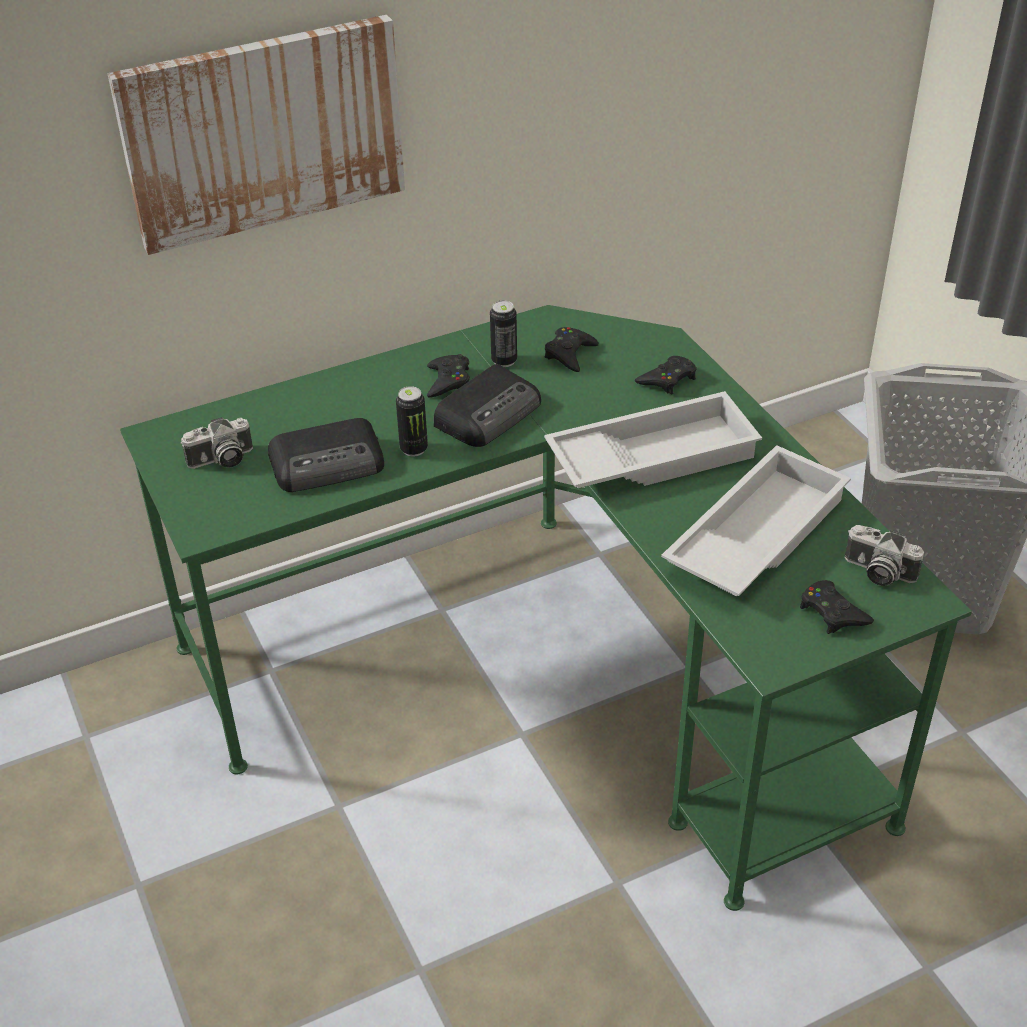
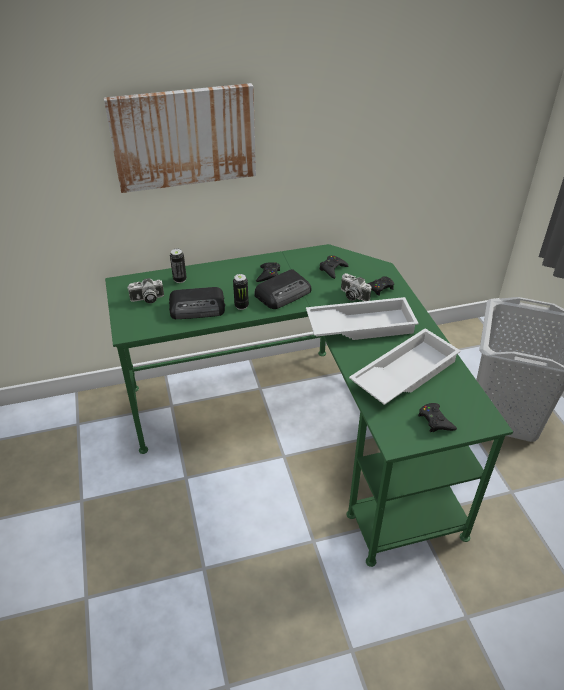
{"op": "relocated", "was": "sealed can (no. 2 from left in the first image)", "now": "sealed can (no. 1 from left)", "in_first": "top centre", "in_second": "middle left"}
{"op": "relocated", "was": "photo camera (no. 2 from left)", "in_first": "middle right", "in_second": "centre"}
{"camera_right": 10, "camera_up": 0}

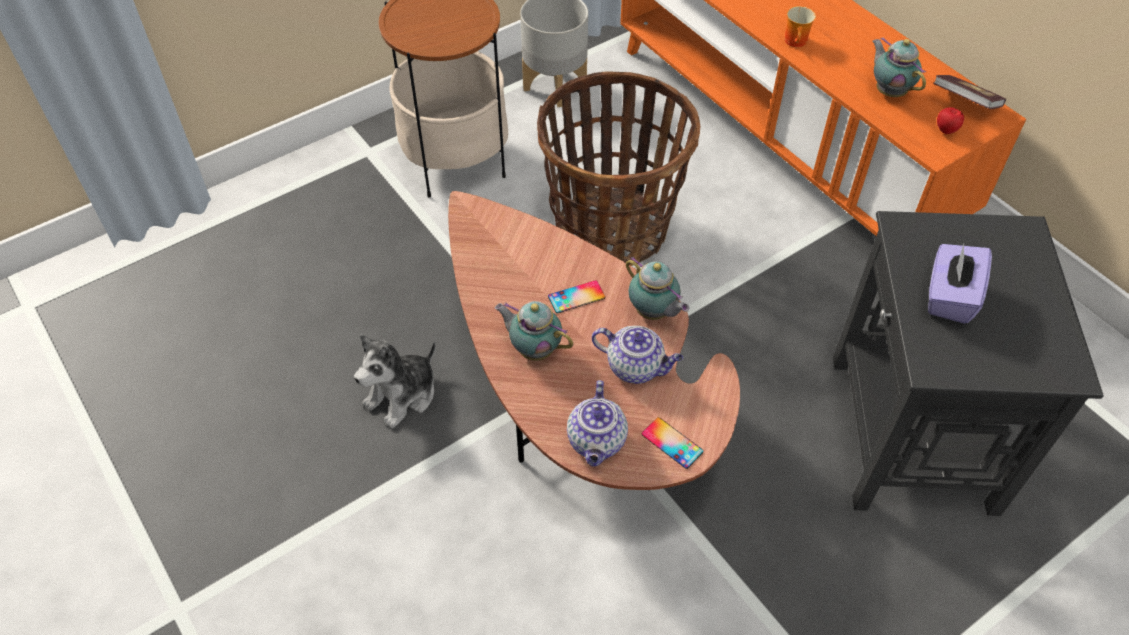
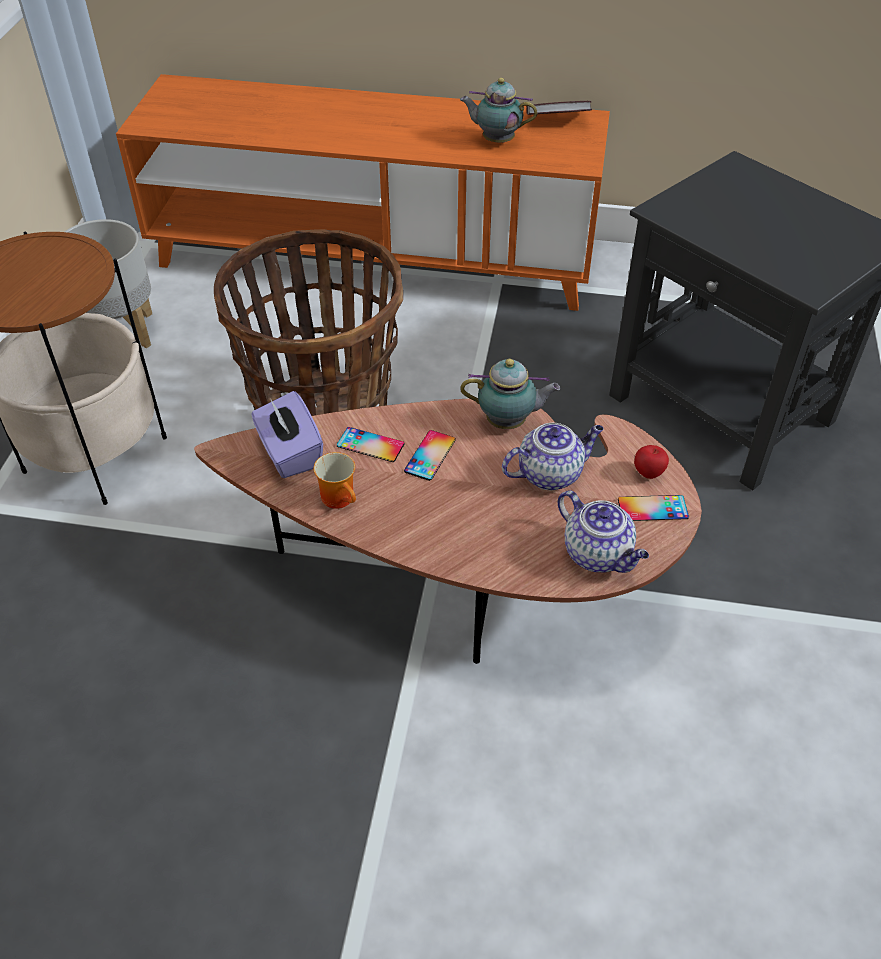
{"op": "relocated", "was": "tissue holder (purple-coloured)", "in_first": "middle right", "in_second": "middle left"}
{"op": "relocated", "was": "coffee mug", "in_first": "top right", "in_second": "centre"}
{"op": "appeared", "now": "handset (no. 1 from left)", "in_second": "centre"}
{"op": "relocated", "was": "apple", "in_first": "top right", "in_second": "middle right"}
{"op": "missing", "was": "cuddly toy", "in_first": "centre"}
{"op": "missing", "was": "pot for tea (no. 1 from left)", "in_first": "centre"}
{"camera_right": -45, "camera_up": -5}

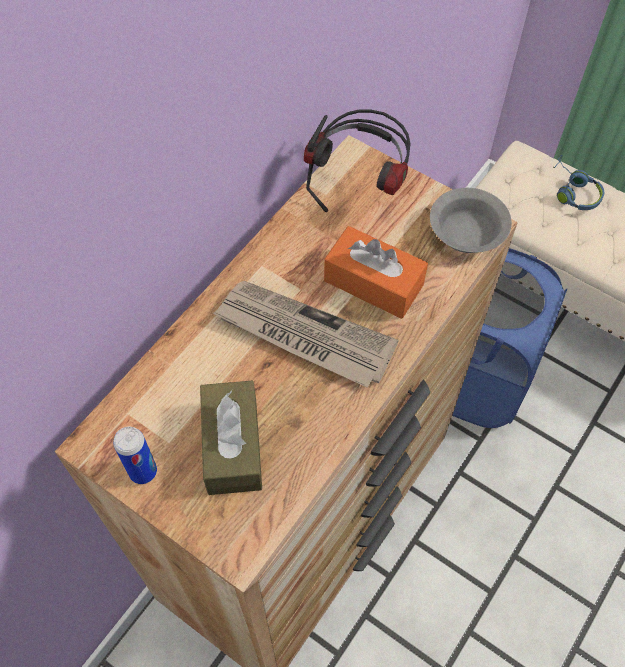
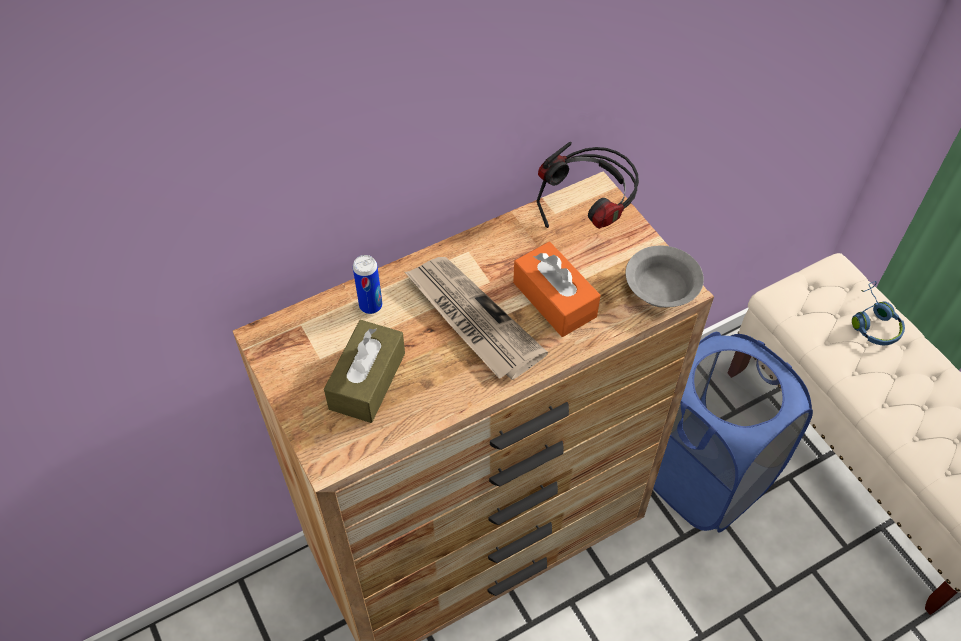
{"op": "relocated", "was": "sealed can", "in_first": "bottom left", "in_second": "centre"}
{"camera_right": 25, "camera_up": -5}

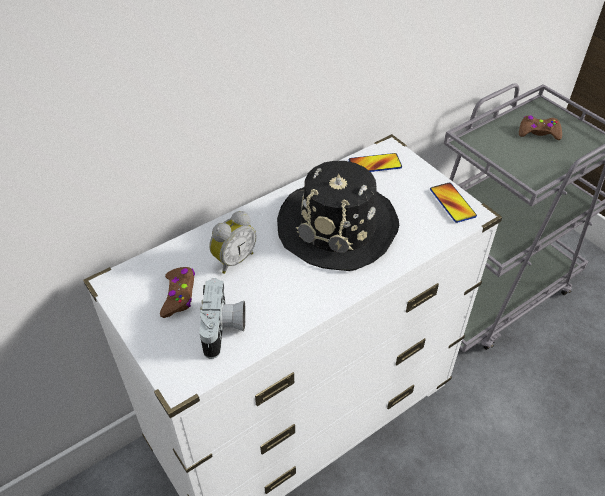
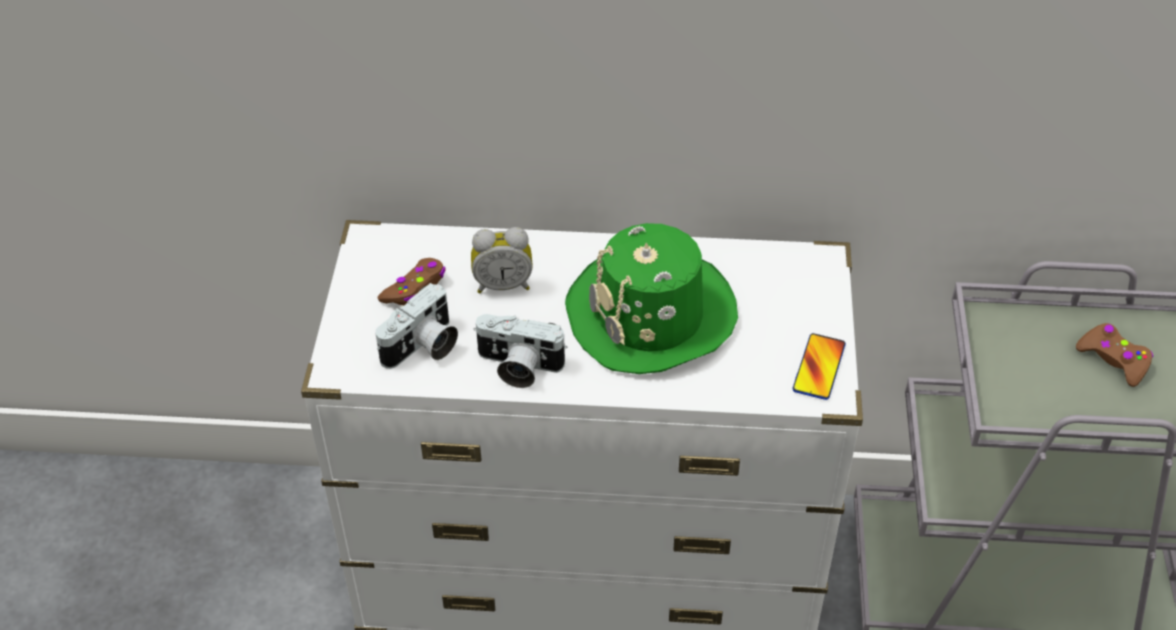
{"op": "appeared", "now": "photo camera (no. 2 from left)", "in_second": "centre"}
{"op": "colour", "was": "wearable hat (blackish)", "now": "wearable hat (green-coloured)", "in_first": "centre", "in_second": "centre"}
{"op": "missing", "was": "handset (no. 1 from left)", "in_first": "top centre"}
{"camera_right": 40, "camera_up": 0}

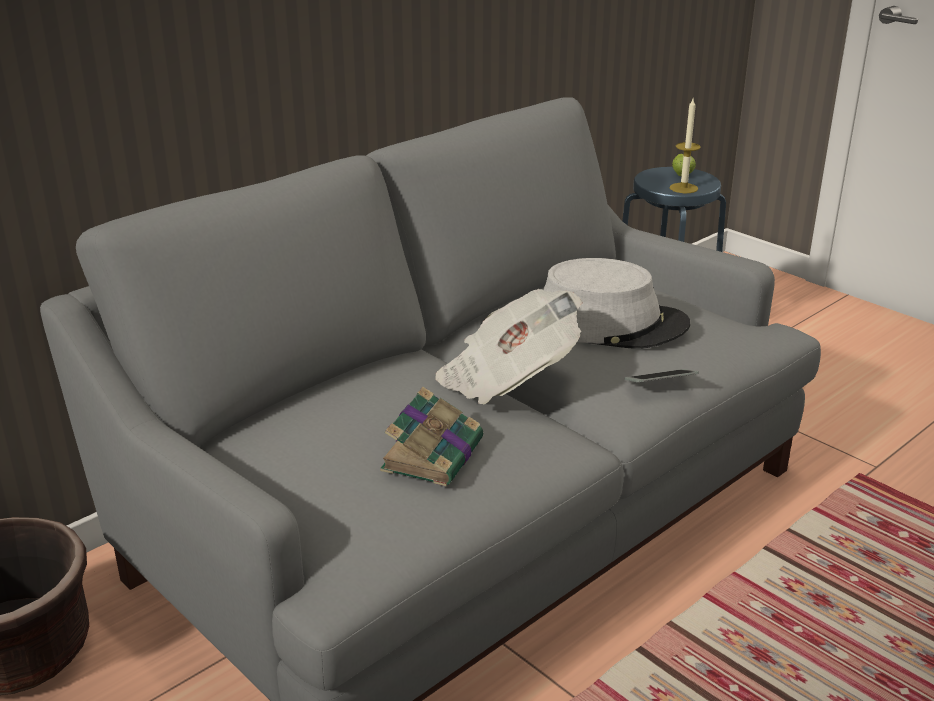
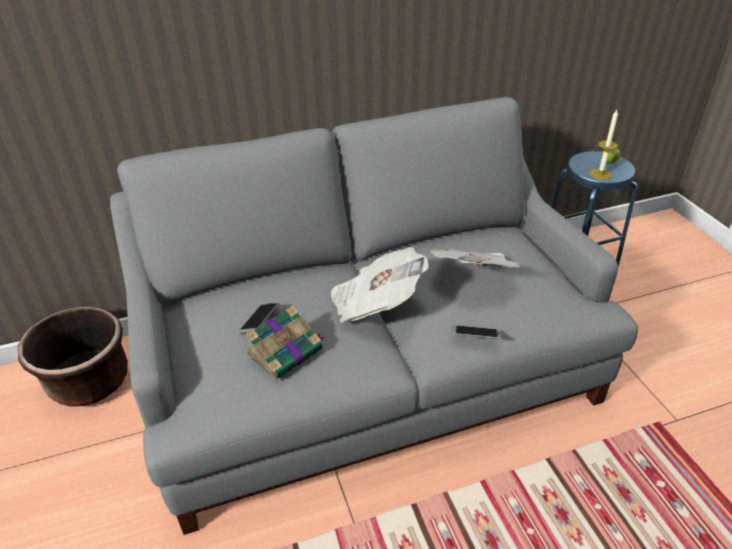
{"op": "appeared", "now": "handset (no. 1 from left)", "in_second": "centre"}
{"op": "exchanged", "was": "wearable hat (grey)", "now": "daily paper (no. 2 from left)", "in_first": "centre", "in_second": "centre"}
{"camera_right": 25, "camera_up": 10}

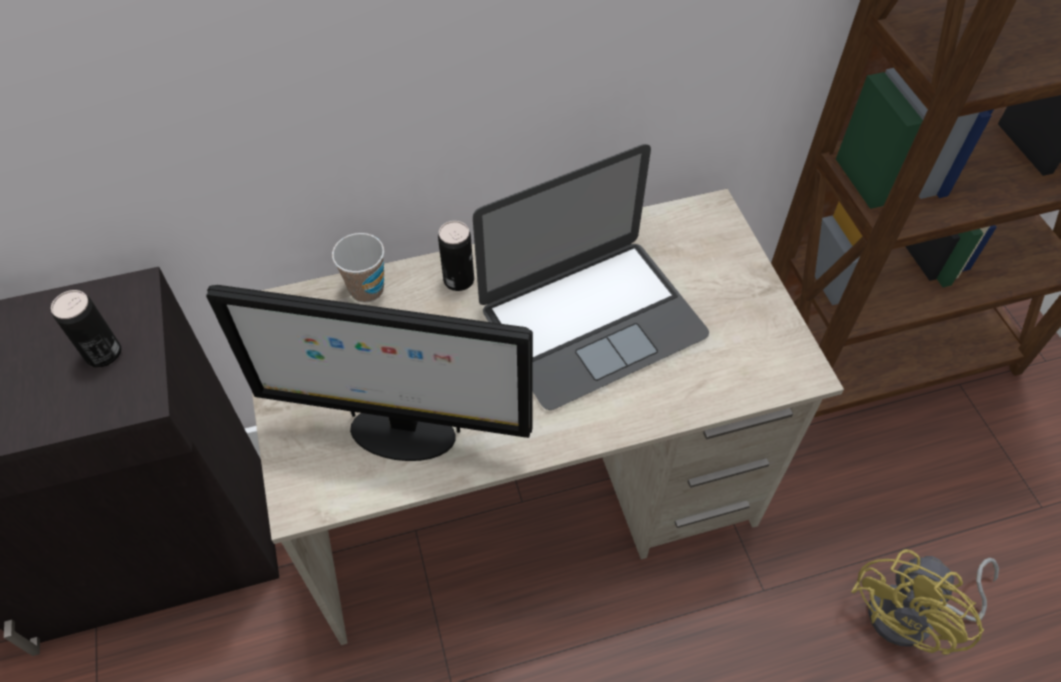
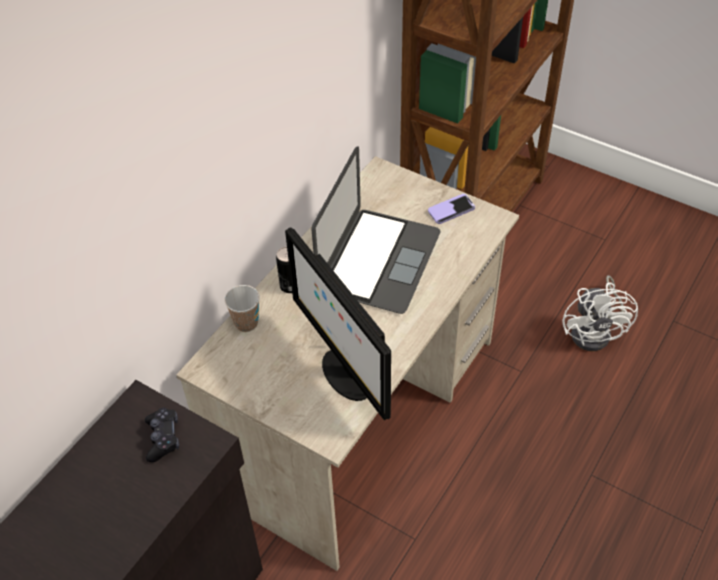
{"op": "exchanged", "was": "sealed can (no. 1 from left)", "now": "game controller (blackish)", "in_first": "middle left", "in_second": "bottom left"}
{"op": "spun", "was": "monitor", "in_first": "centre", "in_second": "centre", "clockwise": 90}
{"op": "appeared", "now": "handset", "in_second": "centre"}
{"op": "colour", "was": "electric fan (yellowish)", "now": "electric fan (white-coloured)", "in_first": "bottom right", "in_second": "middle right"}
{"camera_right": -40, "camera_up": -5}

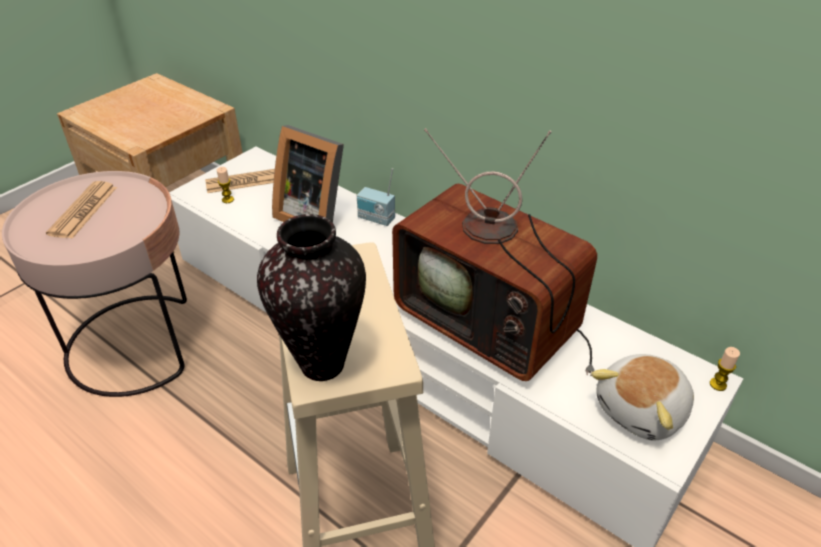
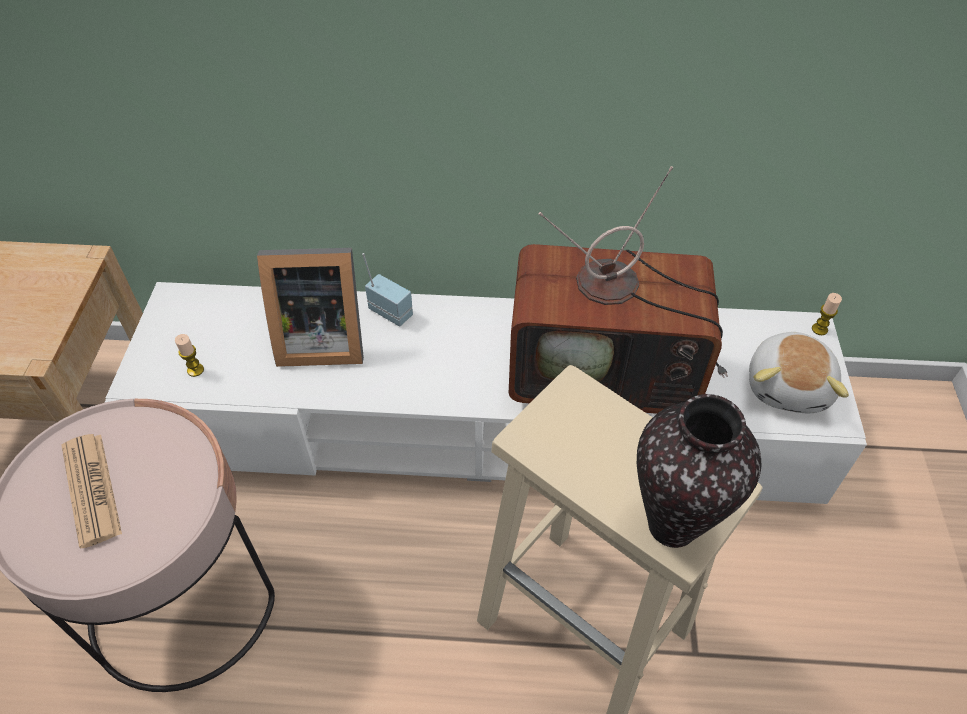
{"op": "spun", "was": "radio set", "in_first": "centre", "in_second": "centre", "clockwise": -135}
{"op": "missing", "was": "daily paper (no. 2 from left)", "in_first": "top left"}
{"camera_right": -35, "camera_up": 10}

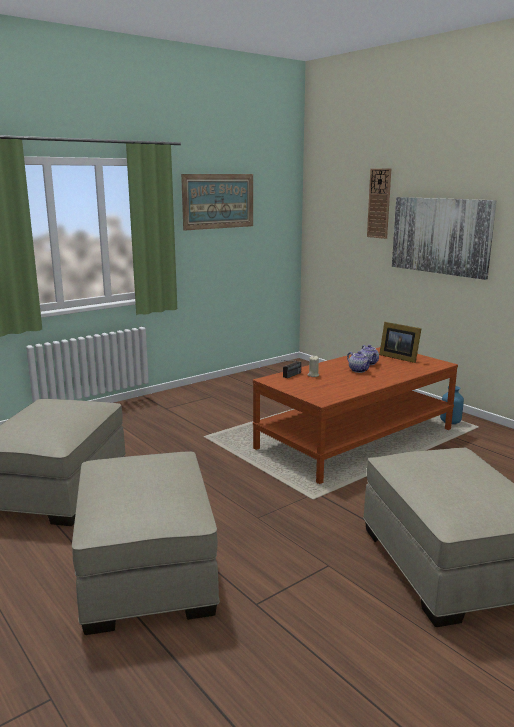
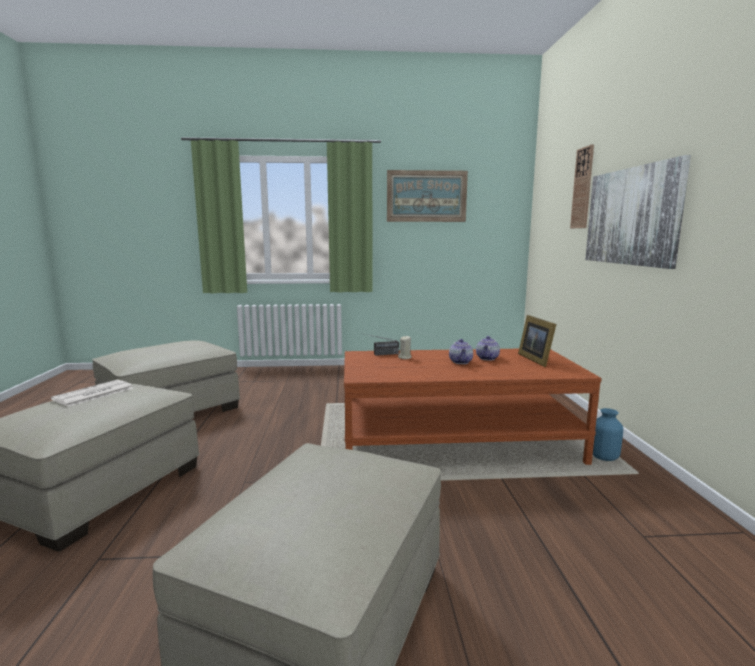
{"op": "appeared", "now": "daily paper", "in_second": "middle left"}
{"camera_right": 35, "camera_up": -5}

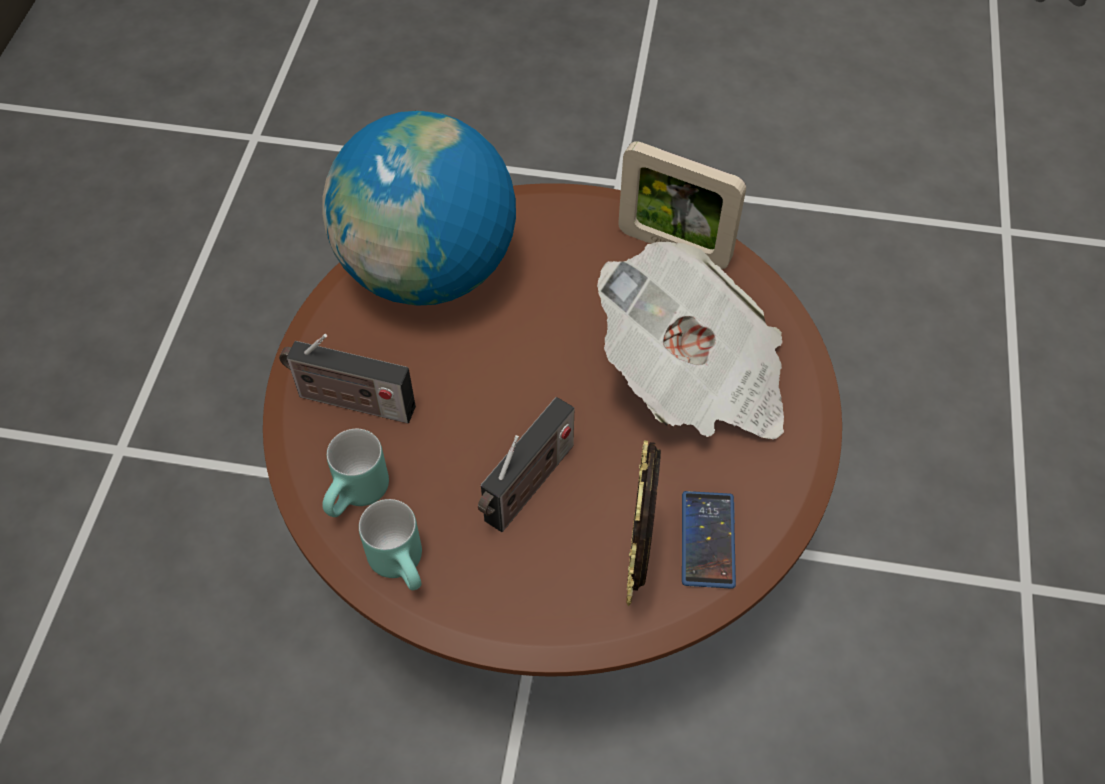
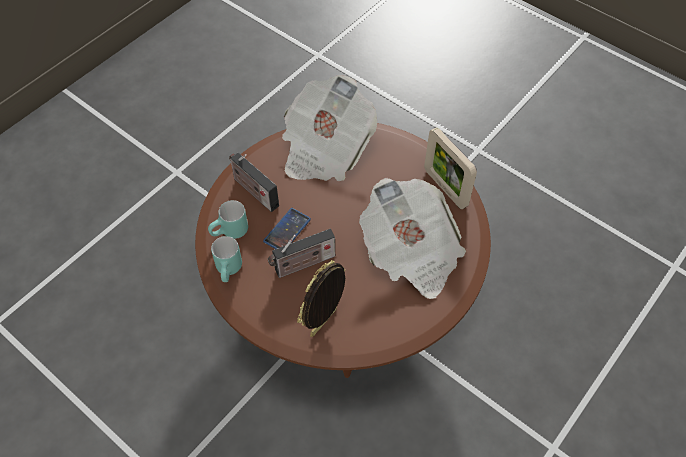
{"op": "relocated", "was": "handset", "in_first": "bottom centre", "in_second": "centre"}
{"op": "exchanged", "was": "world globe", "now": "daily paper (no. 1 from left)", "in_first": "top centre", "in_second": "top centre"}
{"camera_right": 30, "camera_up": 0}

